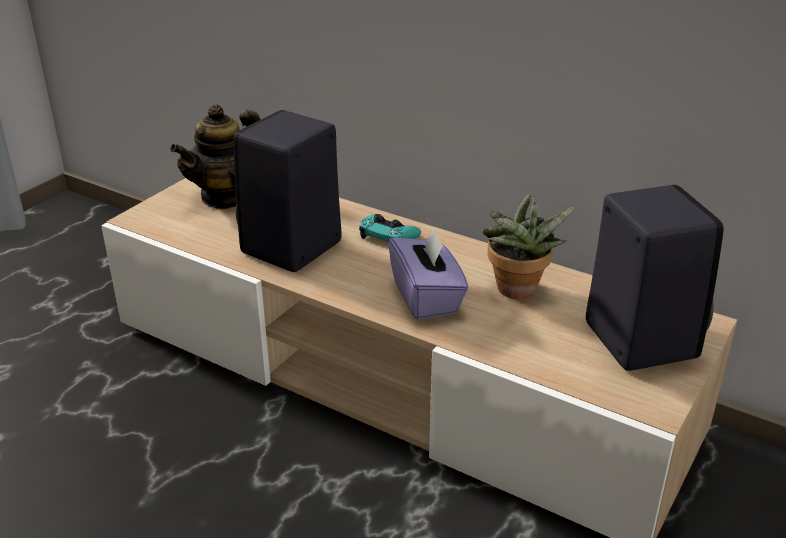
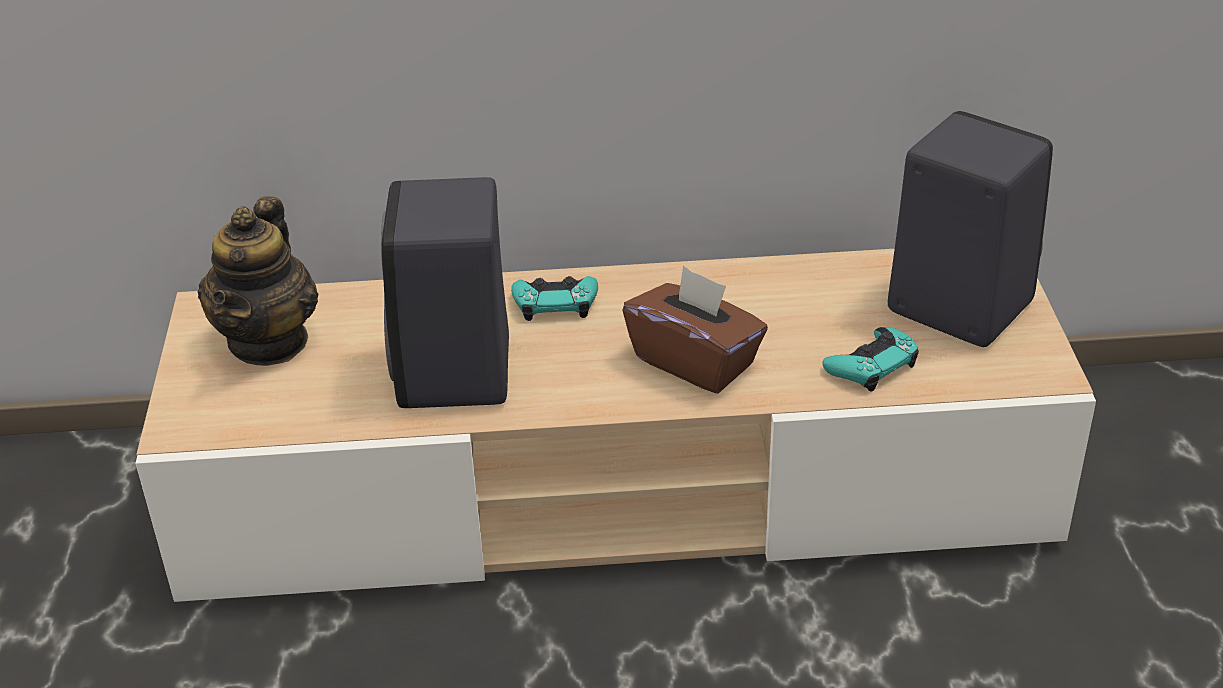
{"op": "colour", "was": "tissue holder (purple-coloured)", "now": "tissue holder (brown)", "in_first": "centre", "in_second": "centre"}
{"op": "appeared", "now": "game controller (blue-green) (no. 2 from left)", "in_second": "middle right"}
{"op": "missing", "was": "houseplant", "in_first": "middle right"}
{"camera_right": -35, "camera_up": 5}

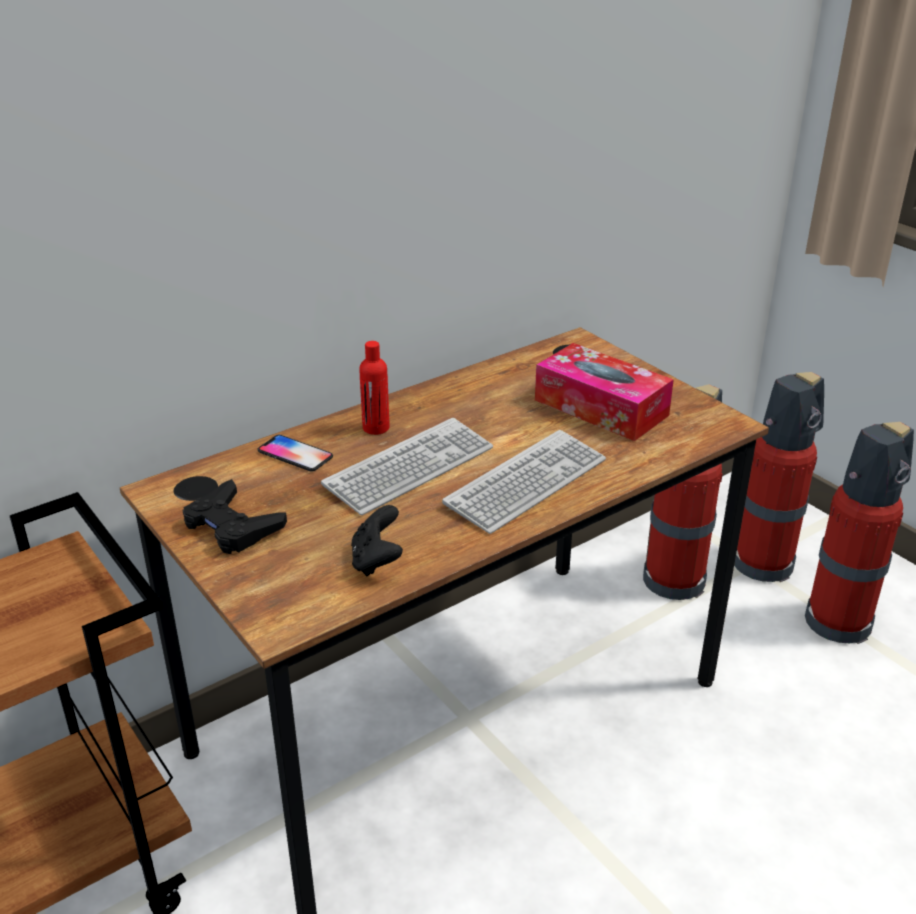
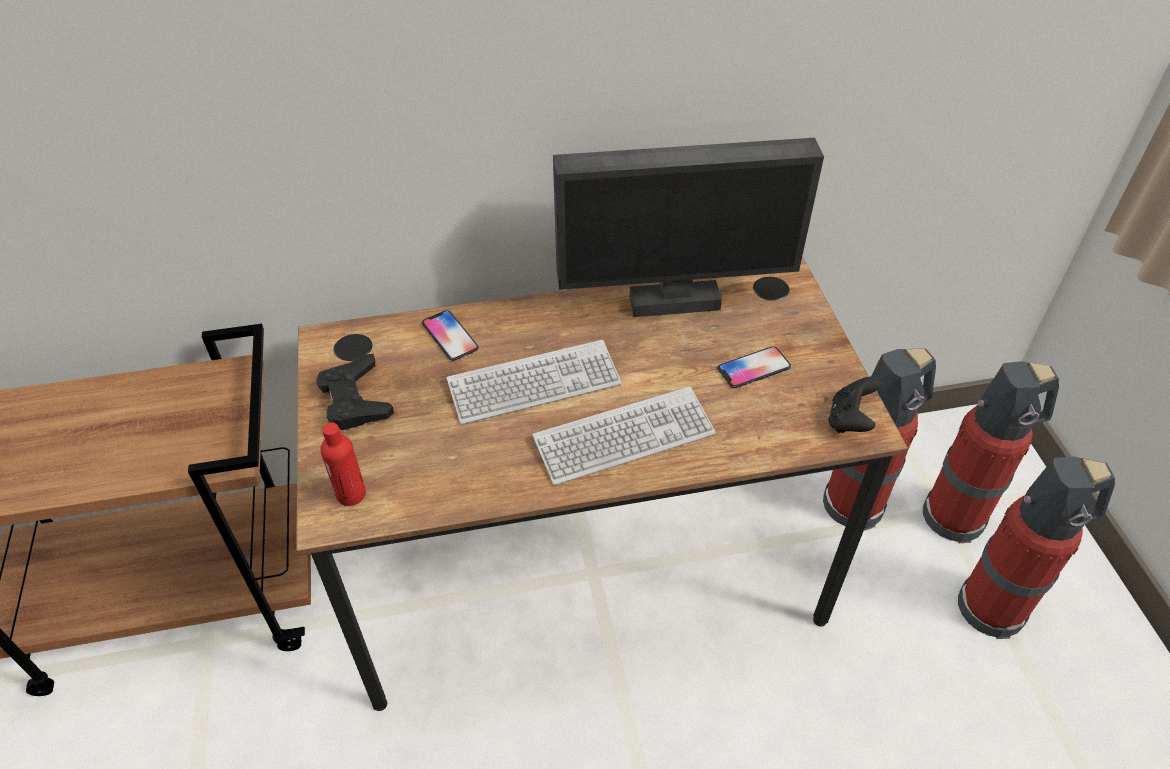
{"op": "relocated", "was": "beverage bottle (red)", "in_first": "centre", "in_second": "middle left"}
{"op": "appeared", "now": "monitor", "in_second": "top centre"}
{"op": "exchanged", "was": "tissue holder", "now": "handset (no. 2 from left)", "in_first": "centre", "in_second": "centre"}
{"op": "relocated", "was": "game controller (blackish) (no. 2 from left)", "in_first": "centre", "in_second": "middle right"}
{"camera_right": 25, "camera_up": 15}

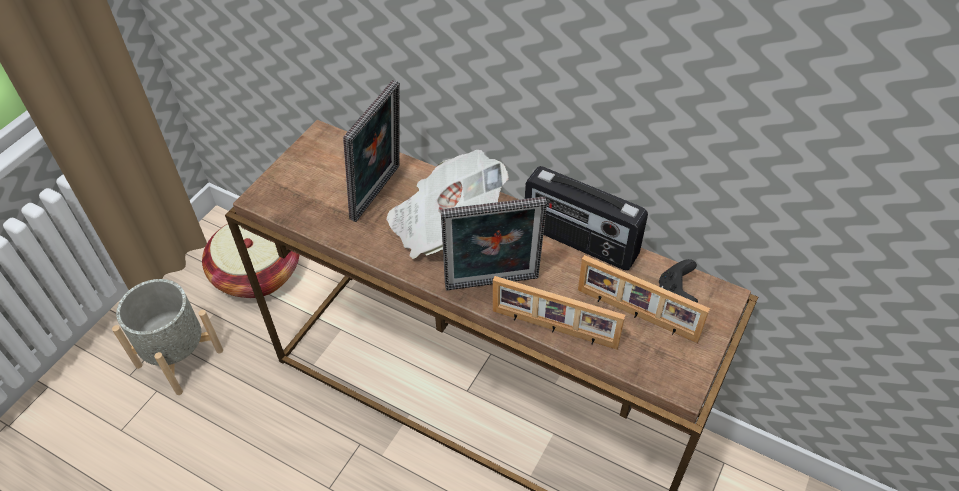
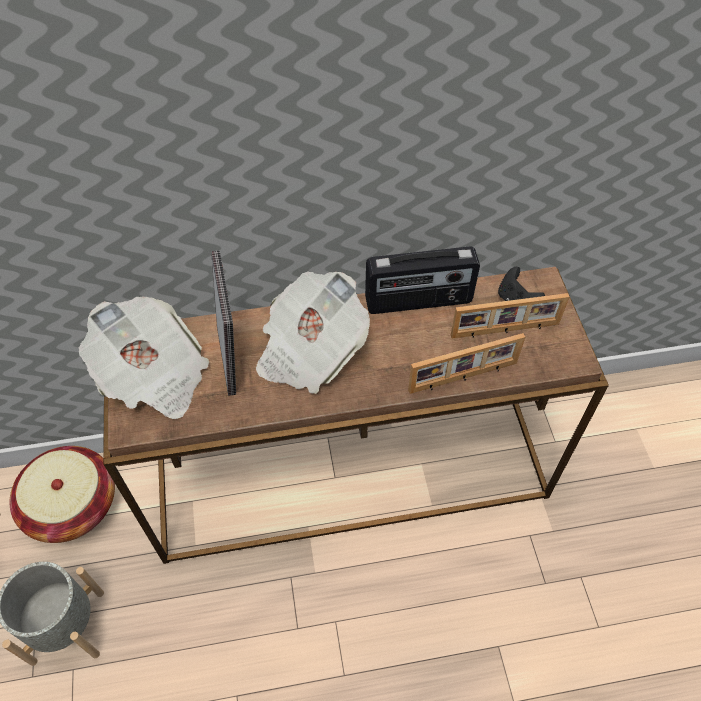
{"op": "appeared", "now": "daily paper (no. 1 from left)", "in_second": "middle left"}
{"op": "missing", "was": "photo frame (no. 2 from left)", "in_first": "centre"}
{"camera_right": -40, "camera_up": 5}

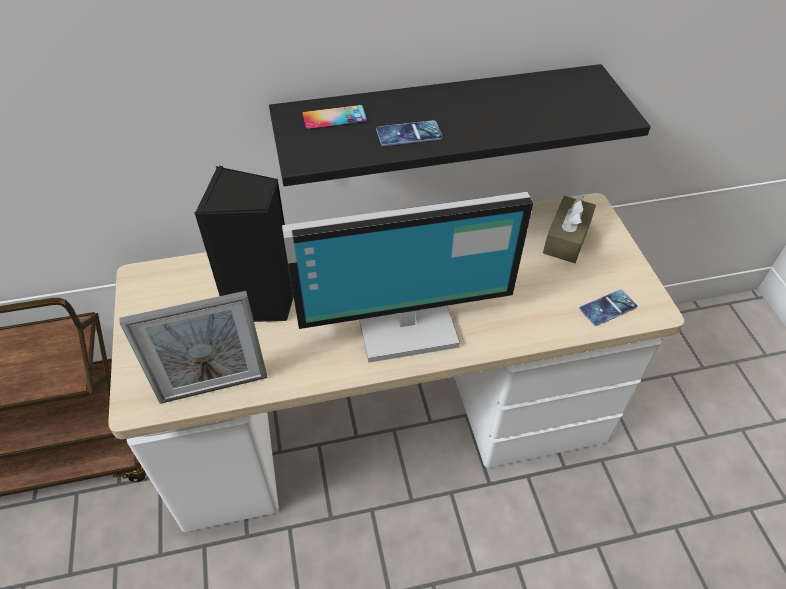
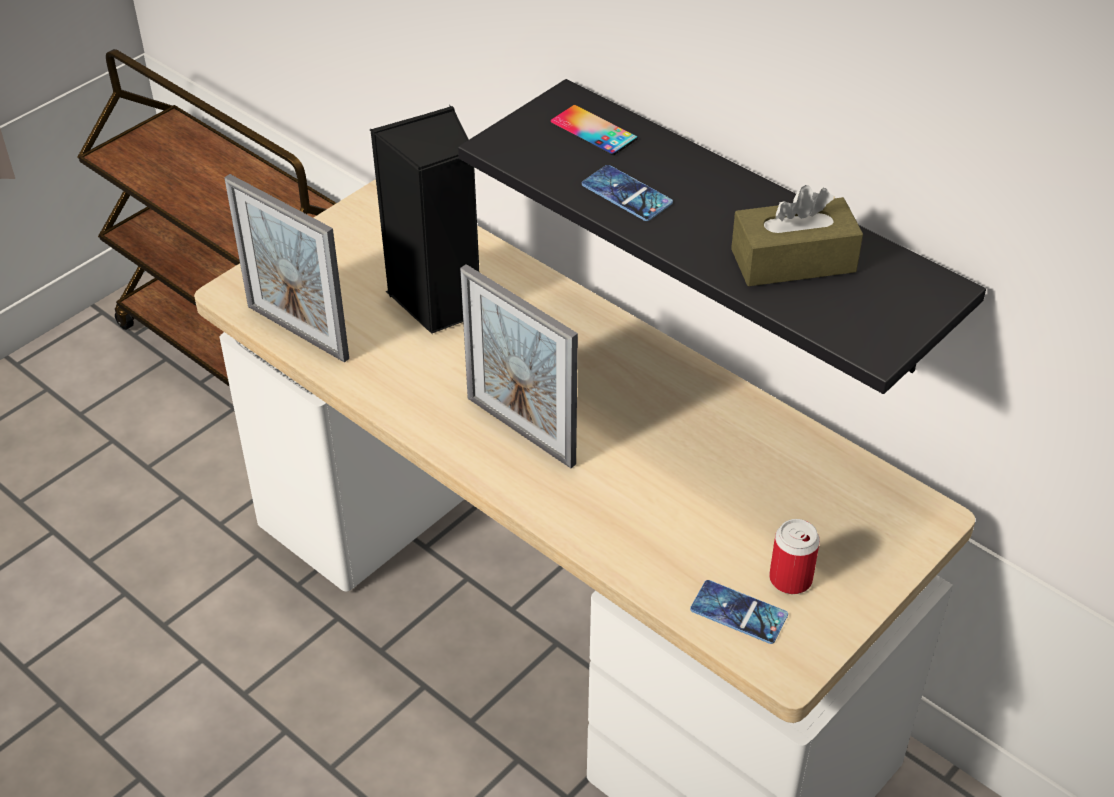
{"op": "exchanged", "was": "monitor", "now": "photo frame (no. 2 from left)", "in_first": "centre", "in_second": "centre"}
{"op": "relocated", "was": "tissue holder (brown)", "in_first": "middle right", "in_second": "top right"}
{"op": "appeared", "now": "sealed can", "in_second": "bottom right"}
{"camera_right": 55, "camera_up": -5}

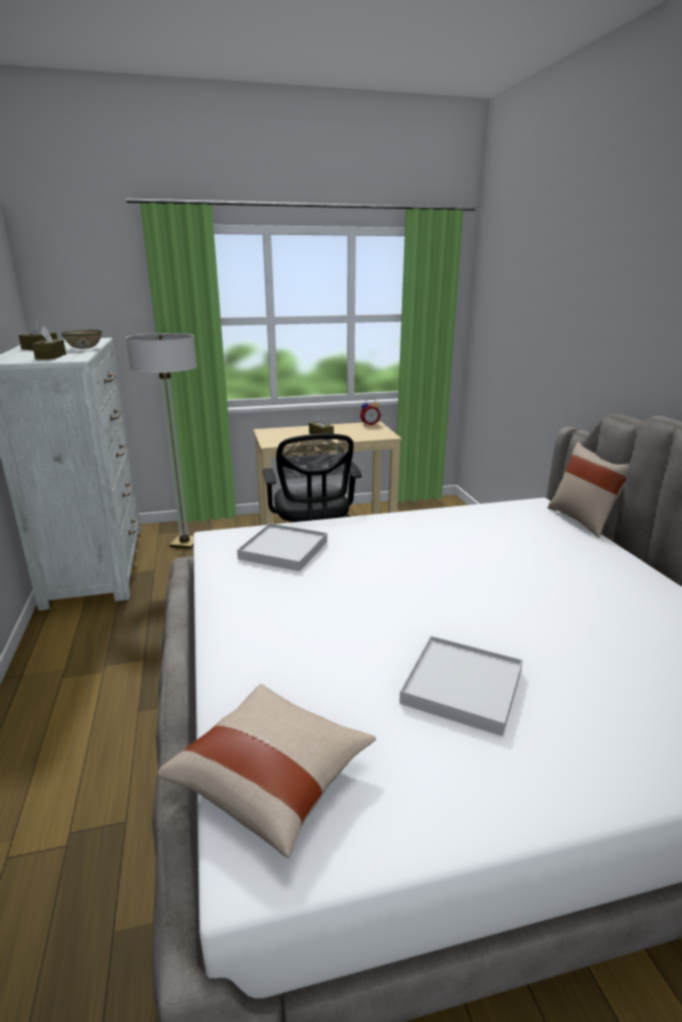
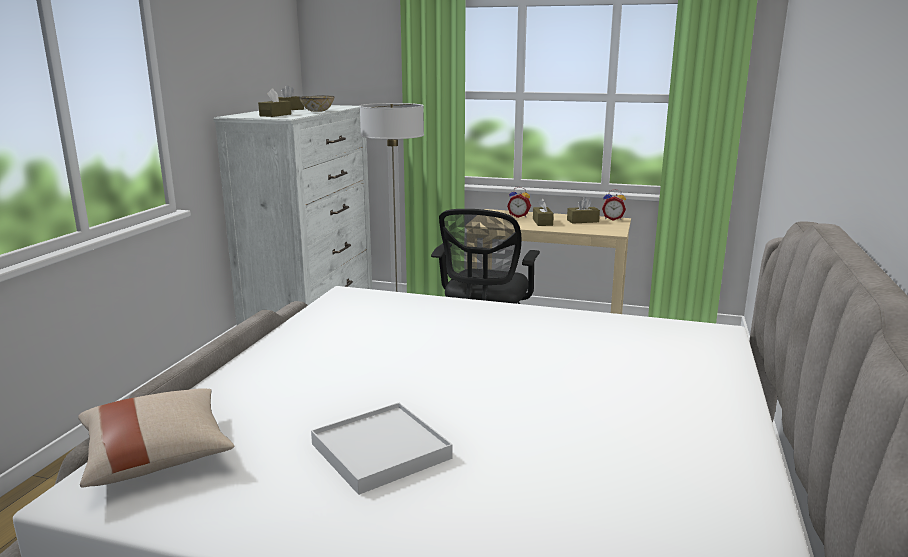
{"op": "appeared", "now": "bedside clock (no. 1 from left)", "in_second": "centre"}
{"op": "appeared", "now": "tissue holder (brown) (no. 4 from left)", "in_second": "centre"}
{"op": "missing", "was": "tray (white-coloured) (no. 1 from left)", "in_first": "centre"}
{"op": "missing", "was": "throw pillow (sand-coloured) (no. 2 from left)", "in_first": "middle right"}
{"camera_right": 30, "camera_up": -5}

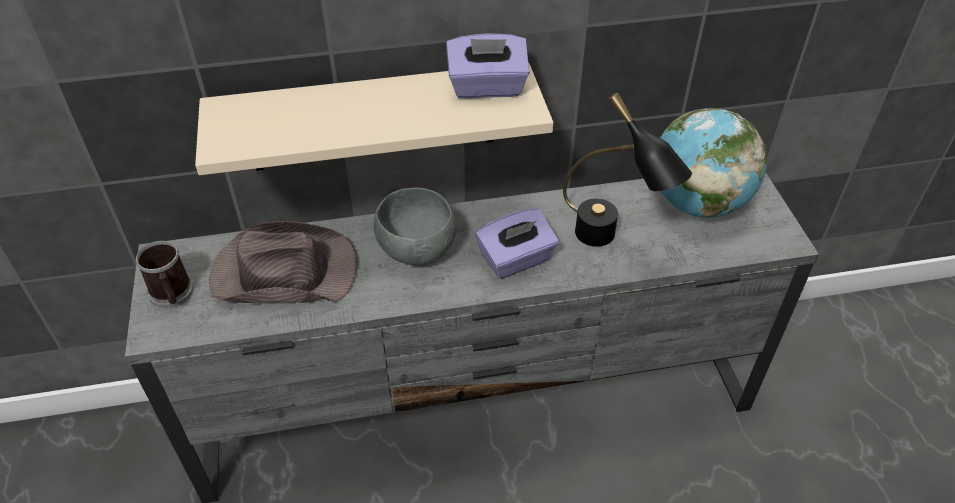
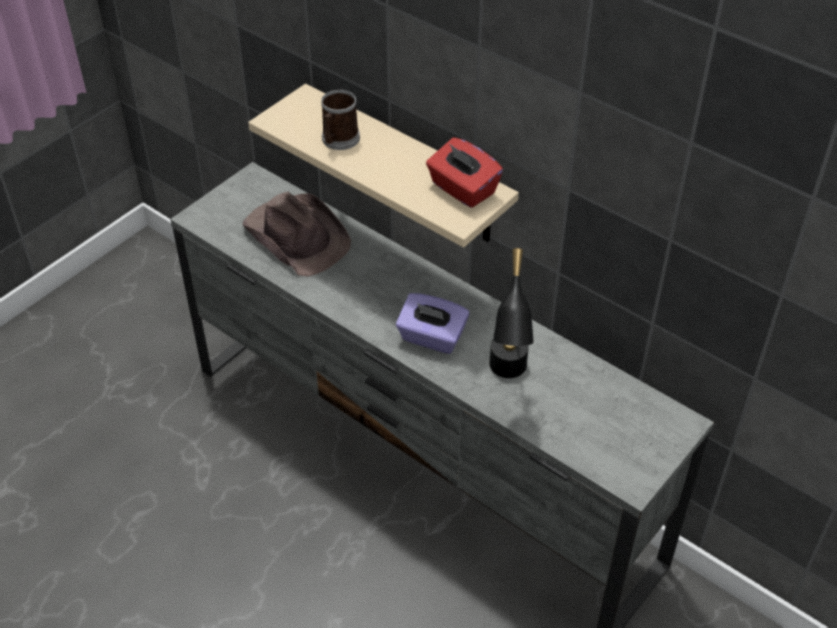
{"op": "relocated", "was": "coffee mug", "in_first": "middle left", "in_second": "top centre"}
{"op": "colour", "was": "tissue holder (purple-coloured) (no. 1 from left)", "now": "tissue holder (red)", "in_first": "top centre", "in_second": "top centre"}
{"op": "missing", "was": "bowl (grey)", "in_first": "centre"}
{"op": "missing", "was": "world globe", "in_first": "top right"}
{"camera_right": 50, "camera_up": 0}

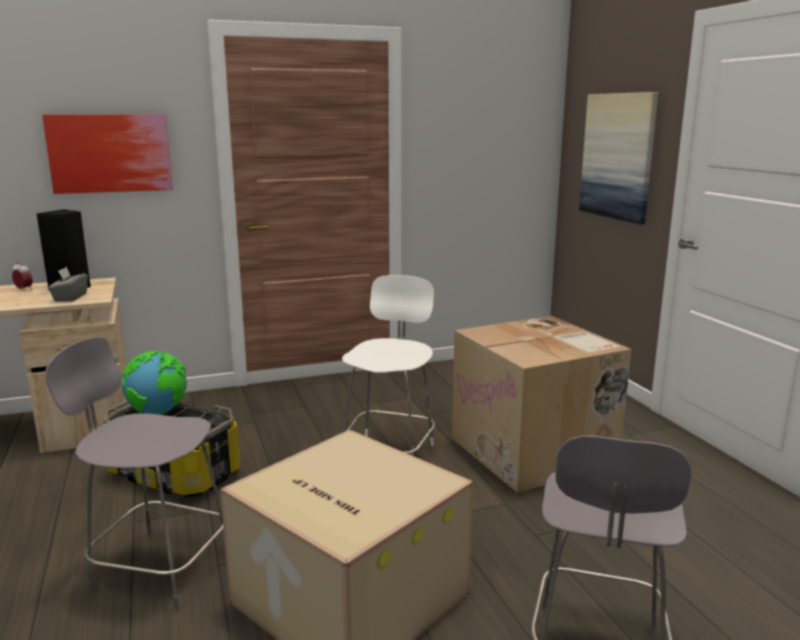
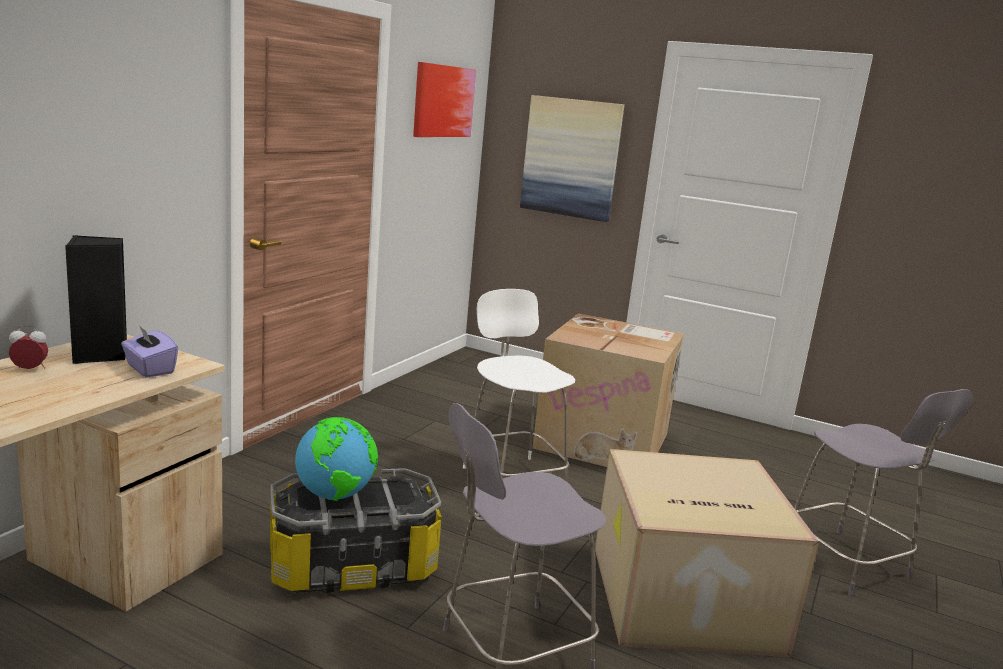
{"op": "colour", "was": "tissue holder (grey)", "now": "tissue holder (purple-coloured)", "in_first": "middle left", "in_second": "middle left"}
{"op": "relocated", "was": "wall art (no. 1 from left)", "in_first": "top left", "in_second": "top centre"}
{"camera_right": -45, "camera_up": 0}

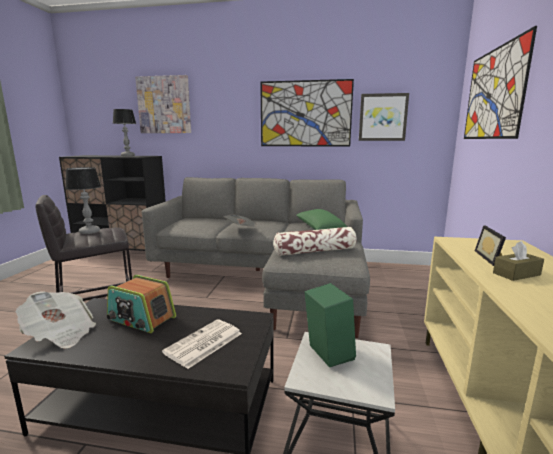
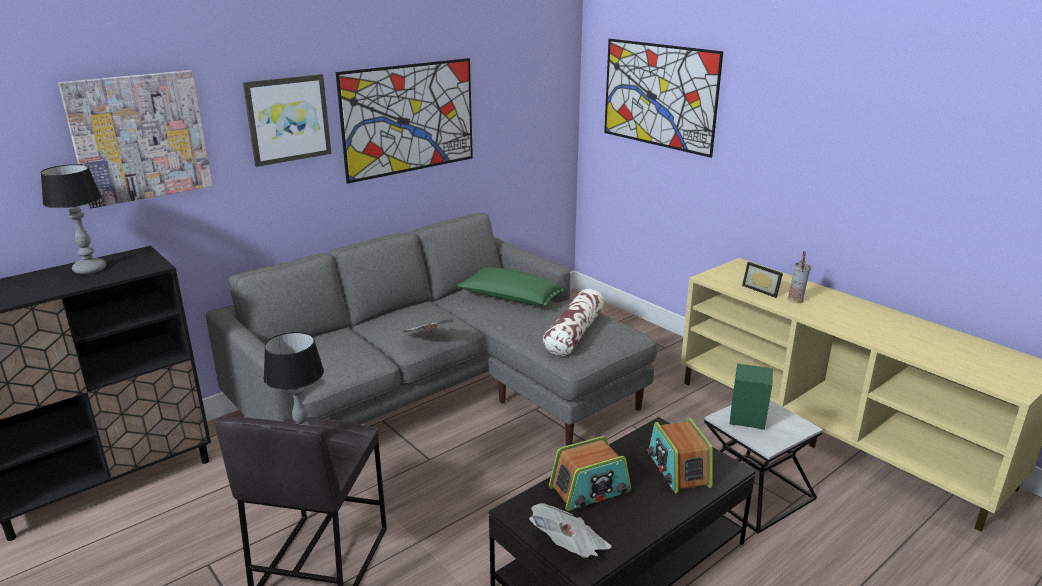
{"op": "relocated", "was": "wall art (no. 3 from left in the first image)", "now": "wall art (no. 2 from left)", "in_first": "top right", "in_second": "top left"}
{"op": "exchanged", "was": "daily paper (no. 2 from left)", "now": "radio set (no. 2 from left)", "in_first": "bottom centre", "in_second": "bottom centre"}
{"op": "exchanged", "was": "tissue holder (brown)", "now": "flower vase", "in_first": "middle right", "in_second": "middle right"}
{"camera_right": -50, "camera_up": 10}

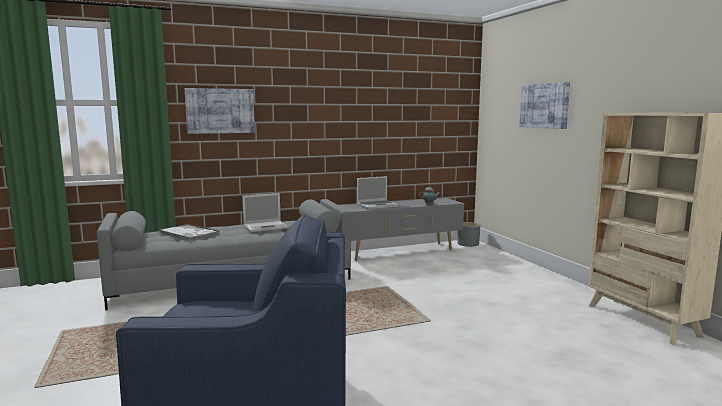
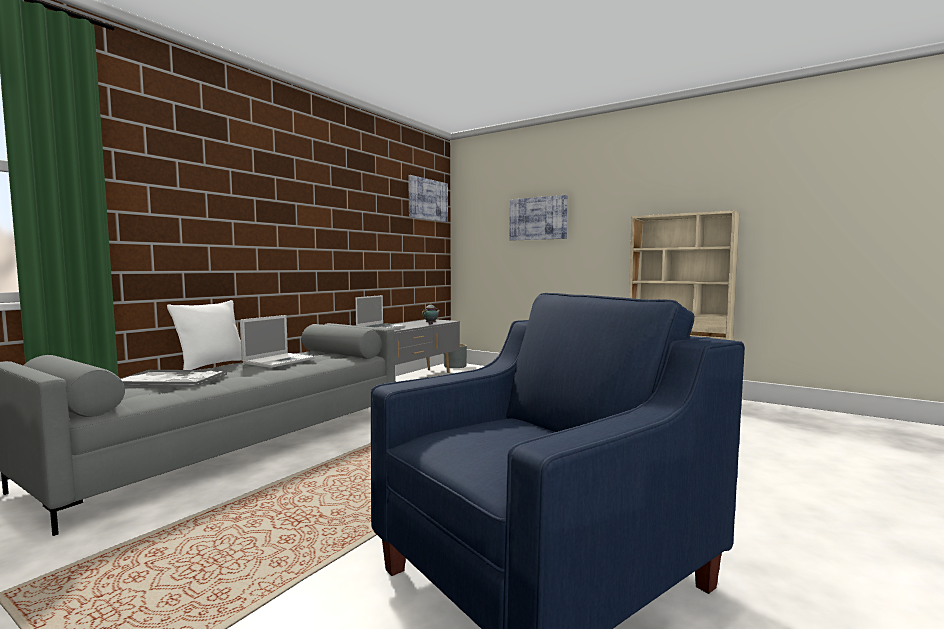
{"op": "appeared", "now": "throw pillow (white-coloured)", "in_second": "middle left"}
{"op": "relocated", "was": "wall art (no. 1 from left)", "in_first": "top left", "in_second": "top centre"}
{"camera_right": -35, "camera_up": -5}

